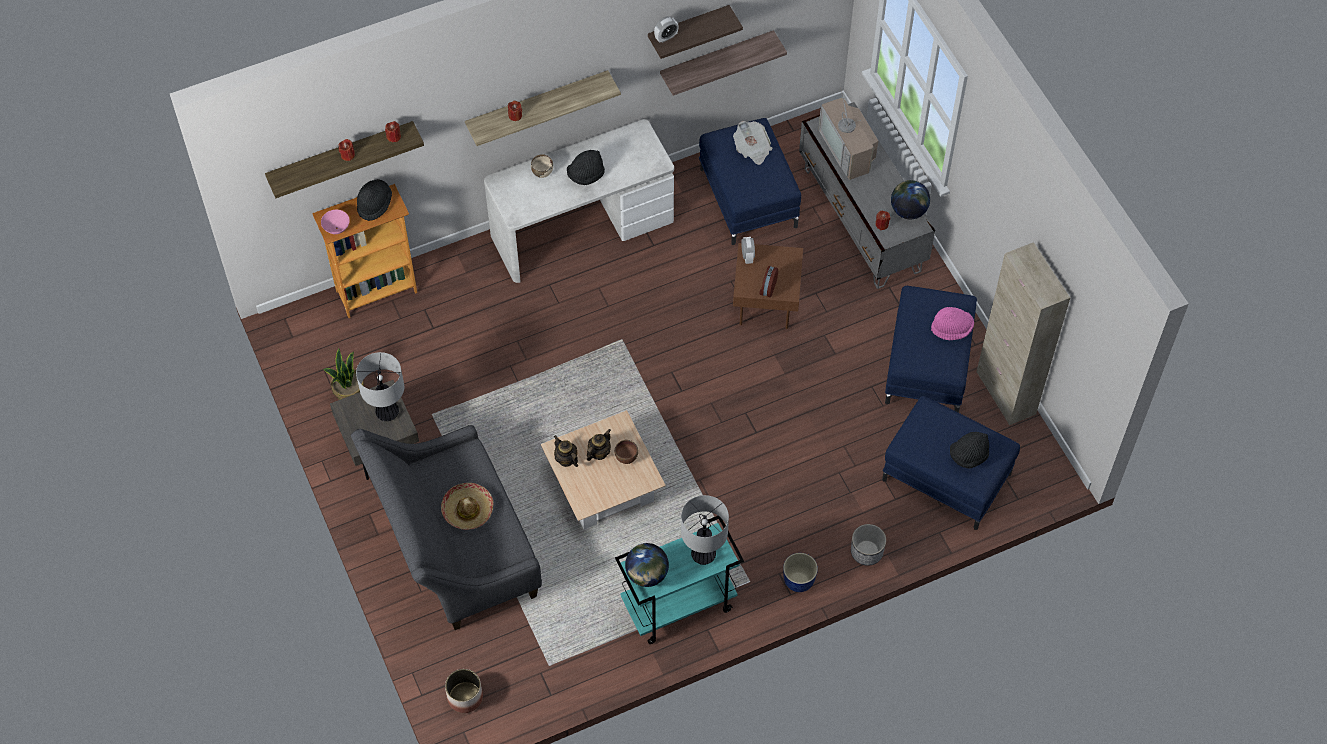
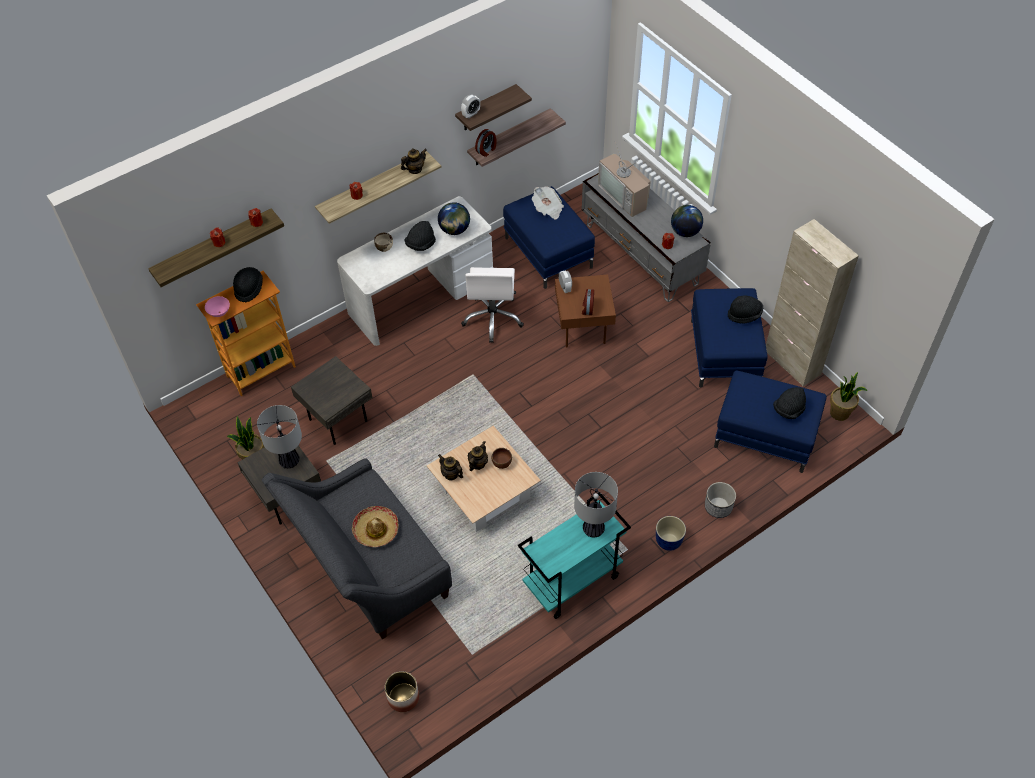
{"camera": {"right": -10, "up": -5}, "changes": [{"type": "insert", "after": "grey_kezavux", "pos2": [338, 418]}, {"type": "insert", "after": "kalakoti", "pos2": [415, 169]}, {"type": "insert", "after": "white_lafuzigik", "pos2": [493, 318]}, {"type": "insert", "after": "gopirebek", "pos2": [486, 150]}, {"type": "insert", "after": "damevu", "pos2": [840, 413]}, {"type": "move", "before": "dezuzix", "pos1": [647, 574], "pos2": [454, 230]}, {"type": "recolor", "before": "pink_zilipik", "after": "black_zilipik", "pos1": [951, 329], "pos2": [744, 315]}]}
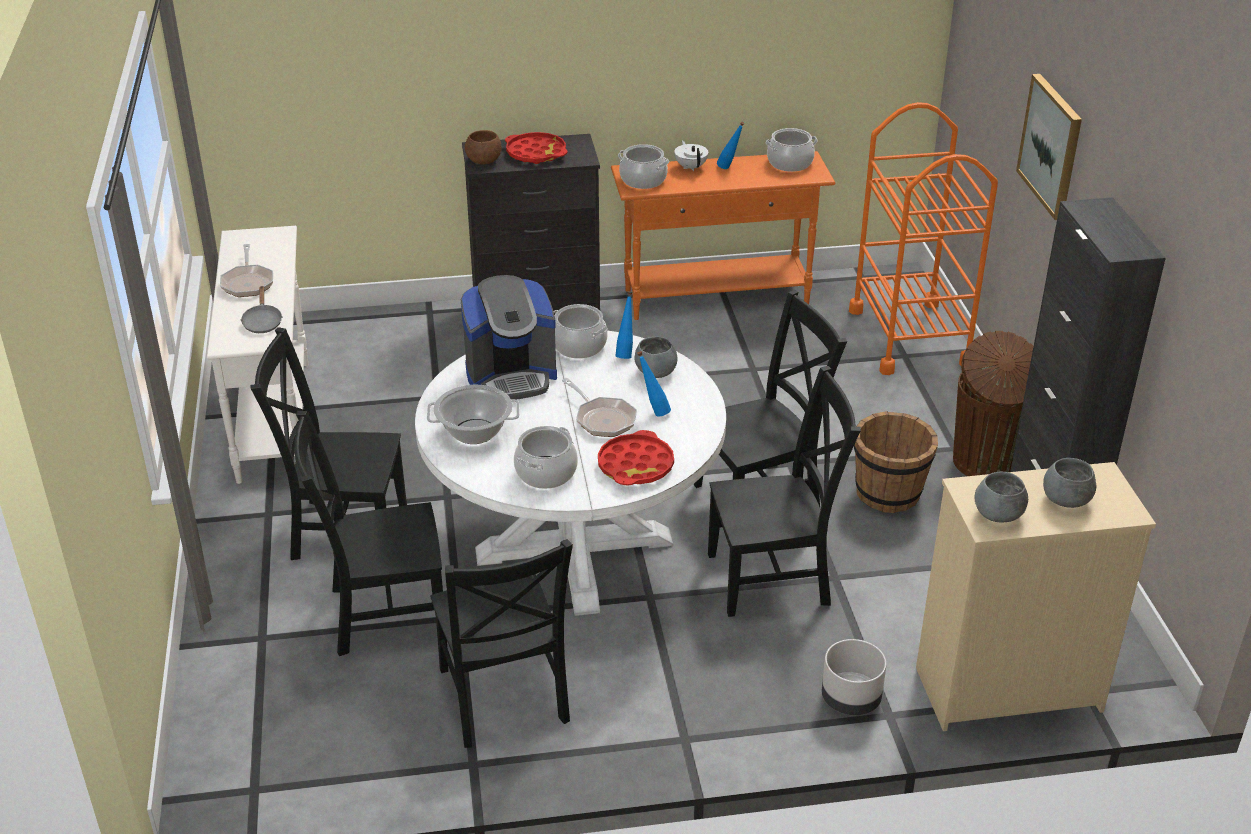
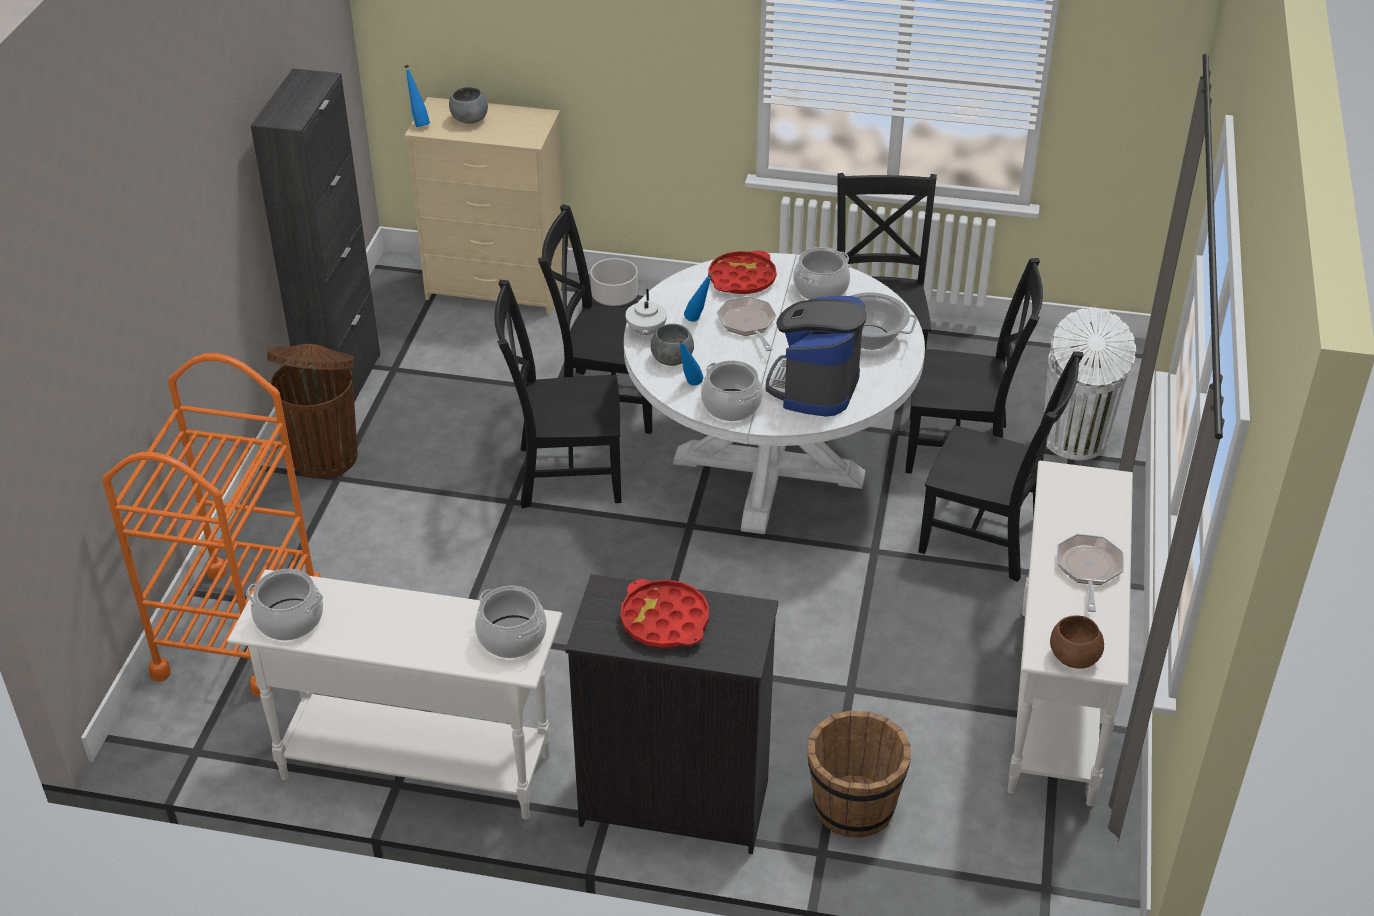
{"camera": {"right": -160, "up": 5}, "changes": [{"type": "delete", "before": "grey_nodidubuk", "pos1": [262, 322]}, {"type": "delete", "before": "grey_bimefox", "pos1": [999, 515]}, {"type": "delete", "before": "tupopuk", "pos1": [1051, 146]}, {"type": "insert", "after": "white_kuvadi", "pos2": [1075, 440]}, {"type": "move", "before": "brown_bimefox", "pos1": [483, 161], "pos2": [1074, 657]}, {"type": "move", "before": "white_kalakoti", "pos1": [691, 167], "pos2": [646, 332]}, {"type": "move", "before": "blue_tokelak", "pos1": [729, 168], "pos2": [418, 123]}, {"type": "move", "before": "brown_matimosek", "pos1": [888, 493], "pos2": [853, 806]}, {"type": "recolor", "before": "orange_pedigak", "after": "white_pedigak", "pos1": [717, 298], "pos2": [415, 766]}, {"type": "rotate", "before": "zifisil", "pos1": [511, 376], "pos2": [814, 386], "turn": -75}]}
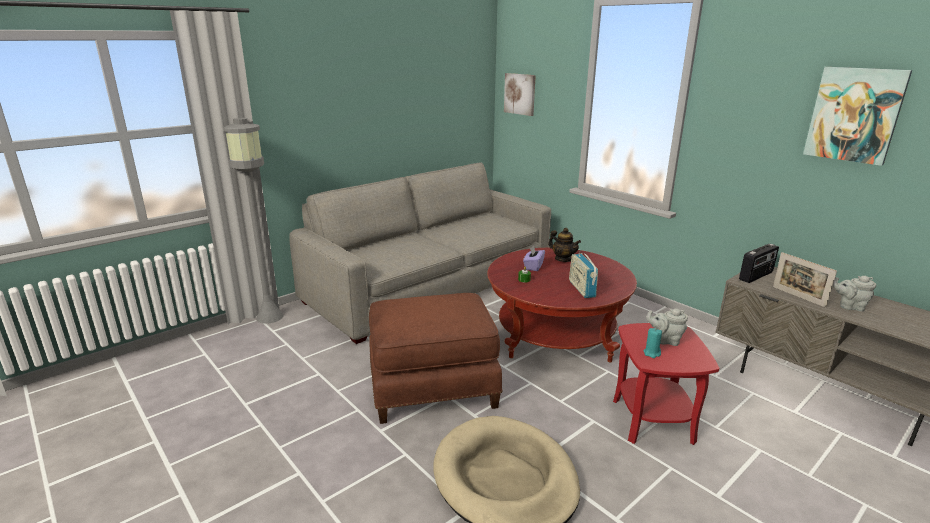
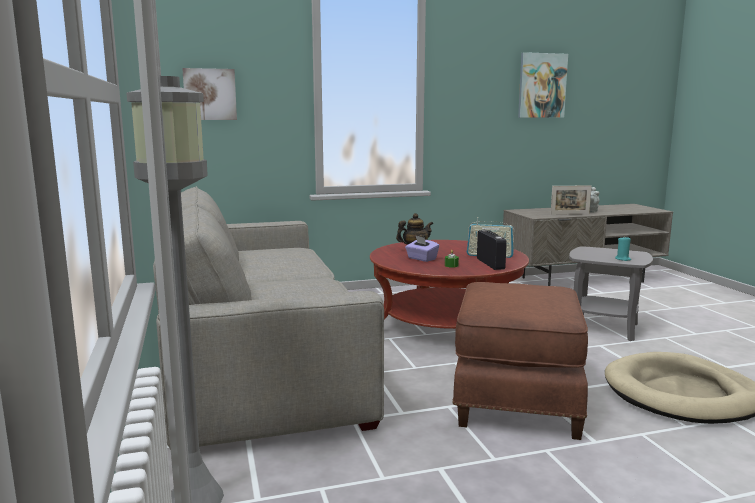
{"camera": {"right": -65, "up": -10}, "changes": [{"type": "delete", "before": "grey_kalakoti", "pos1": [665, 340]}, {"type": "move", "before": "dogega", "pos1": [756, 276], "pos2": [491, 264]}, {"type": "recolor", "before": "red_kezavux", "after": "grey_kezavux", "pos1": [653, 420], "pos2": [604, 327]}]}
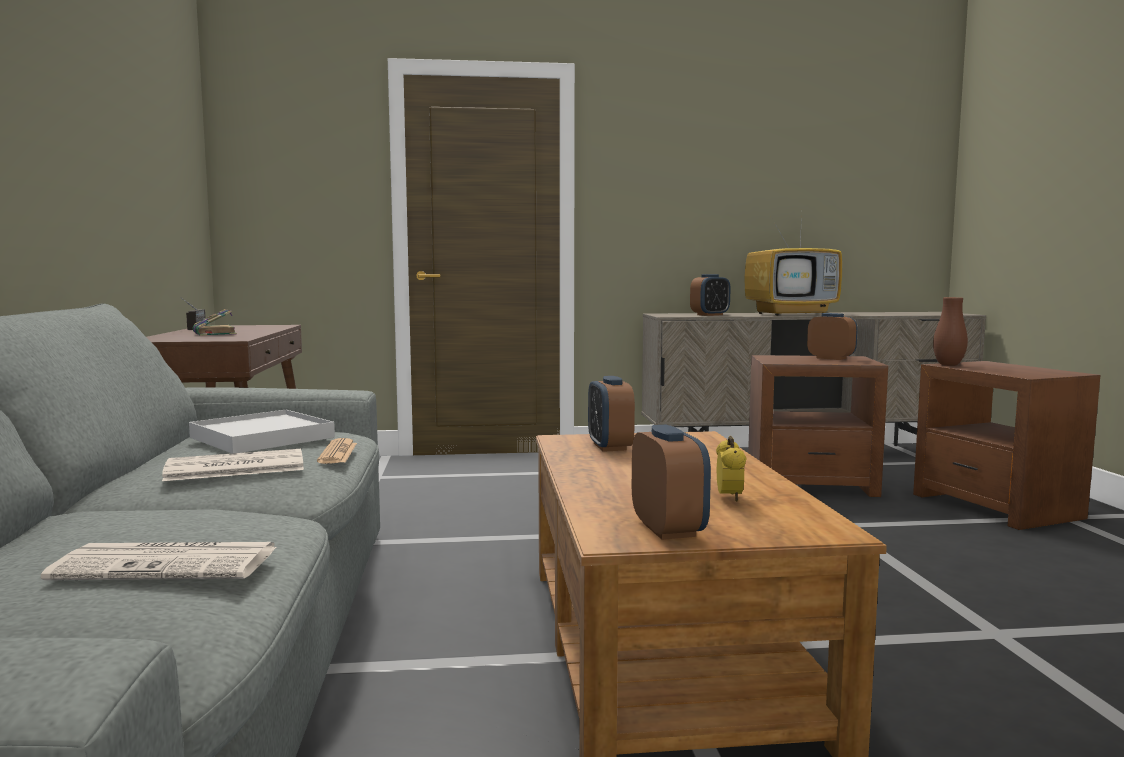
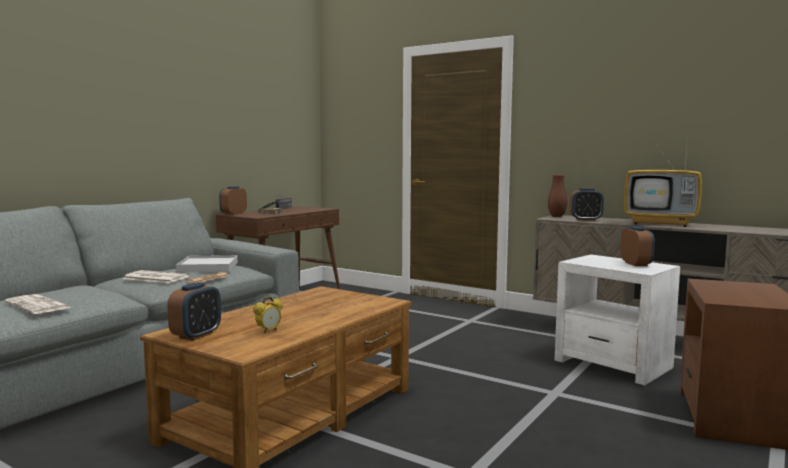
{"camera": {"right": 40, "up": 0}, "changes": [{"type": "move", "before": "gopirebek", "pos1": [609, 446], "pos2": [233, 214]}, {"type": "move", "before": "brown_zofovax", "pos1": [948, 365], "pos2": [556, 216]}, {"type": "recolor", "before": "brown_kezavux", "after": "white_kezavux", "pos1": [811, 484], "pos2": [613, 364]}]}
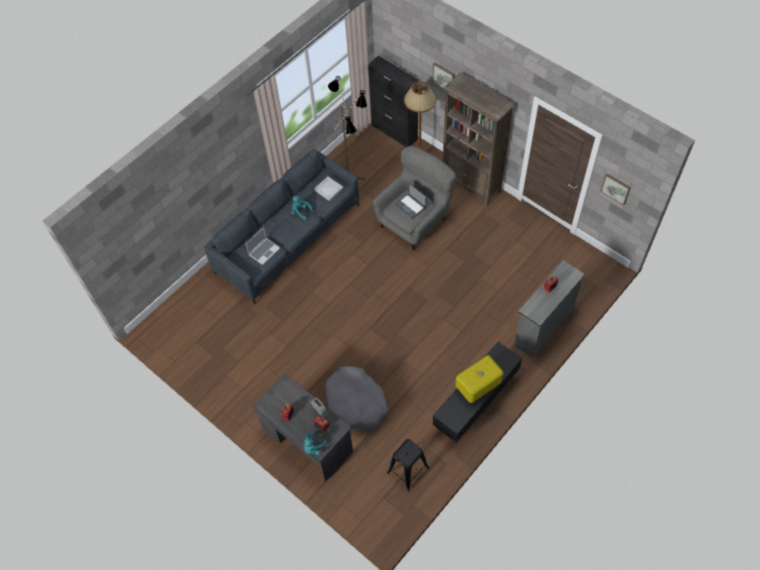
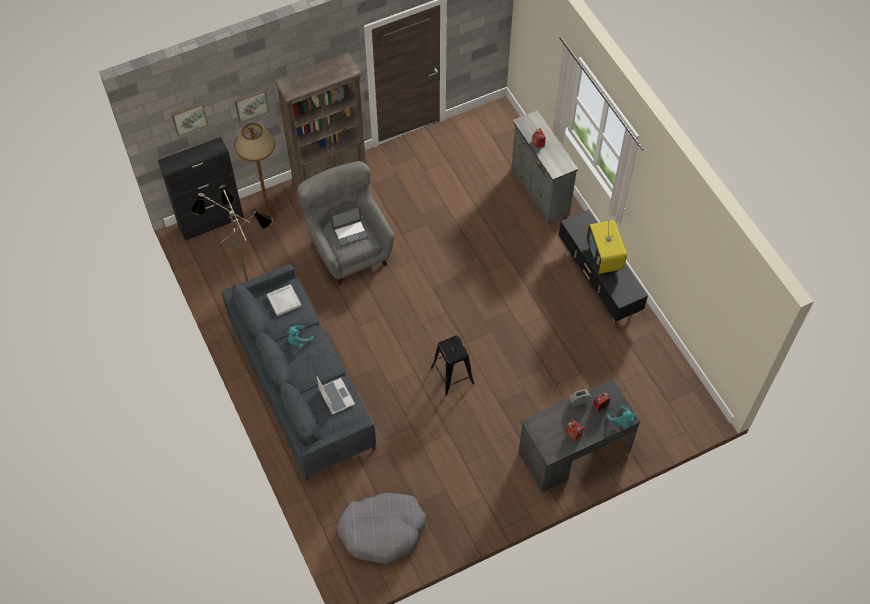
{"camera": {"right": -70, "up": 0}, "changes": [{"type": "move", "before": "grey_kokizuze", "pos1": [356, 403], "pos2": [382, 530]}, {"type": "move", "before": "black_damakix", "pos1": [408, 470], "pos2": [452, 375]}, {"type": "move", "before": "tupopuk", "pos1": [616, 188], "pos2": [189, 118]}]}
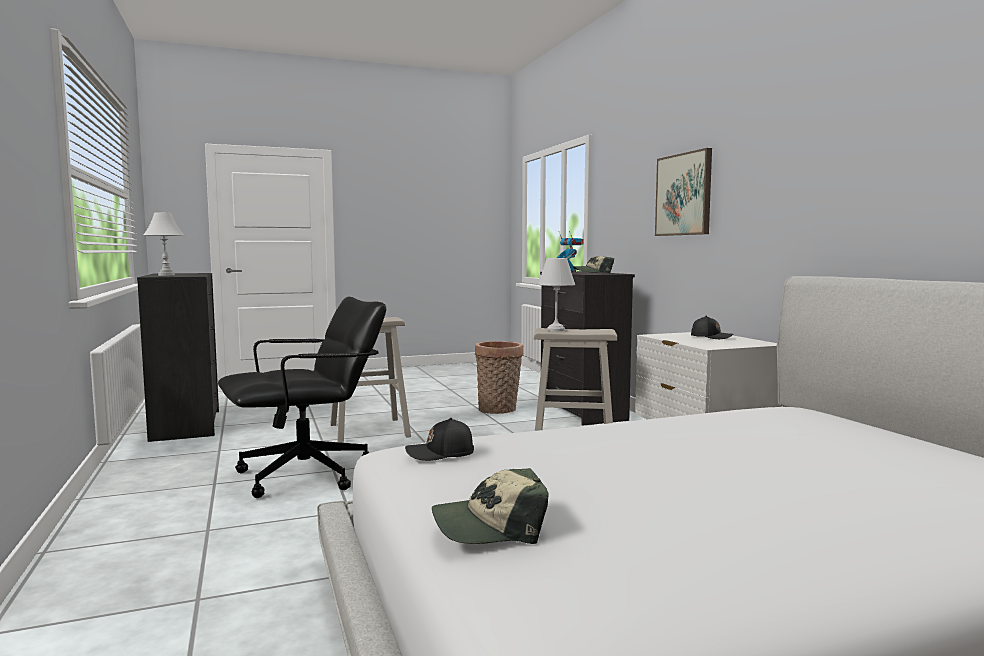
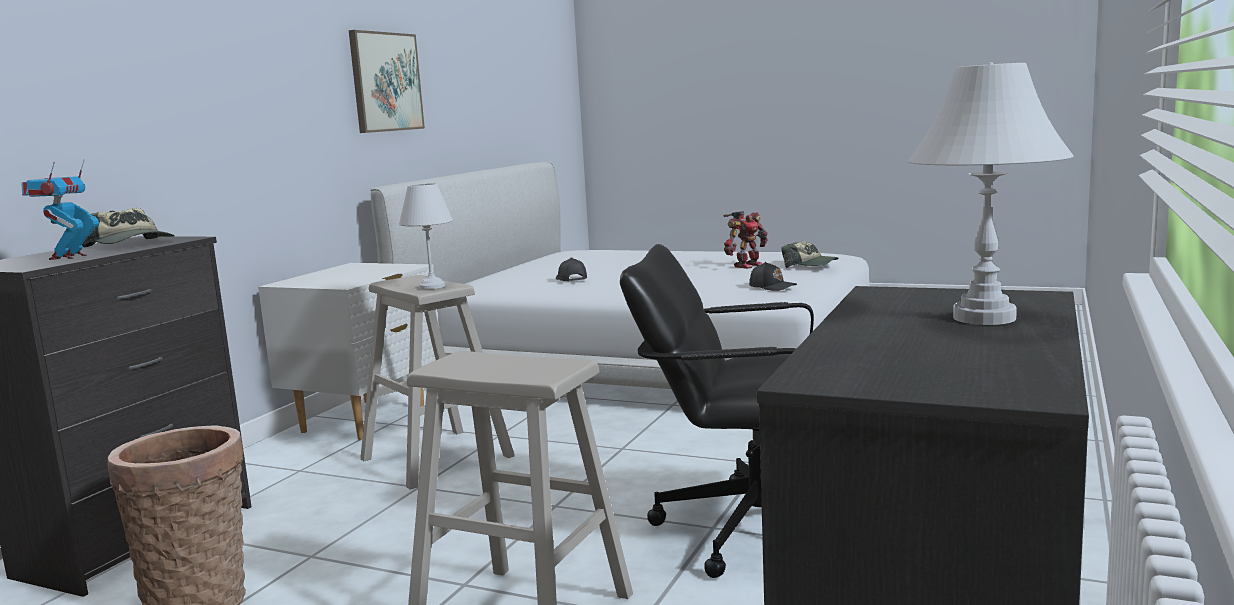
{"camera": {"right": -135, "up": 5}, "changes": [{"type": "insert", "after": "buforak", "pos2": [746, 265]}, {"type": "move", "before": "tupopuk", "pos1": [684, 194], "pos2": [385, 82]}, {"type": "move", "before": "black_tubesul", "pos1": [711, 337], "pos2": [570, 279]}]}
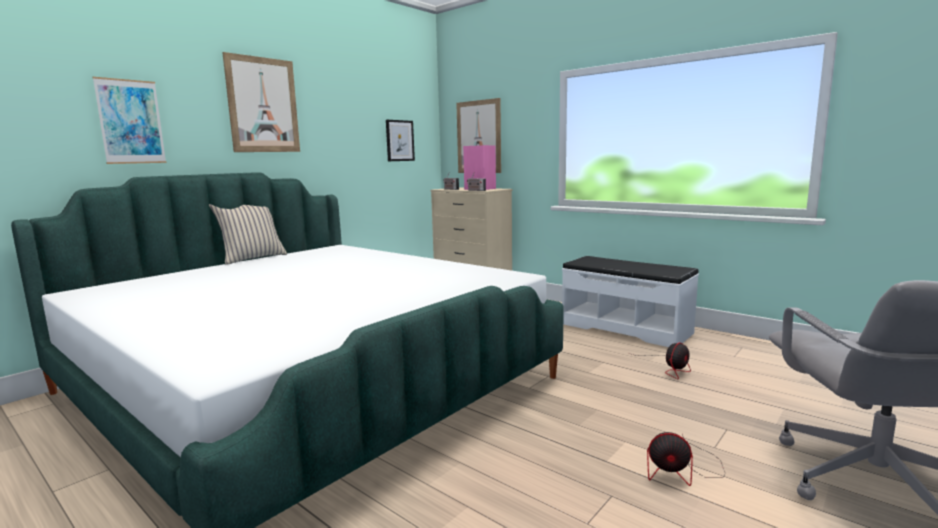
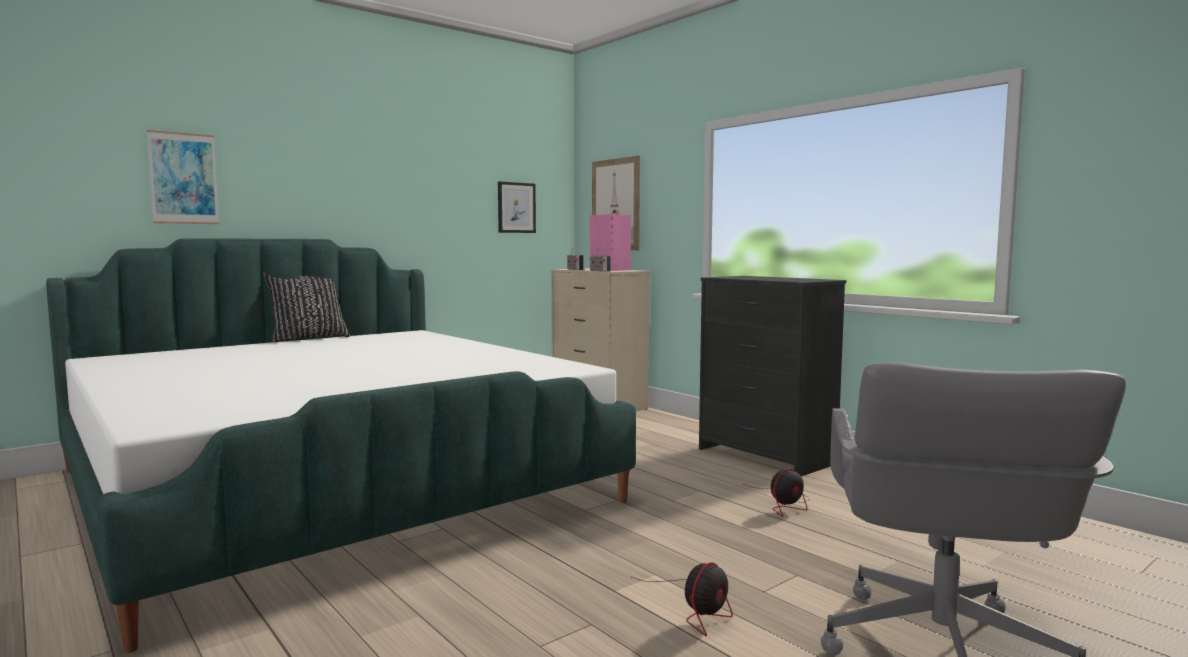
{"camera": {"right": 10, "up": -5}, "changes": [{"type": "delete", "before": "tupopuk", "pos1": [263, 105]}, {"type": "replace", "before": "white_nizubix", "after": "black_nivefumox", "pos1": [626, 328], "pos2": [765, 456]}, {"type": "recolor", "before": "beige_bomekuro", "after": "black_bomekuro", "pos1": [252, 258], "pos2": [308, 338]}, {"type": "rotate", "before": "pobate", "pos1": [681, 470], "pos2": [699, 609], "turn": -75}]}
